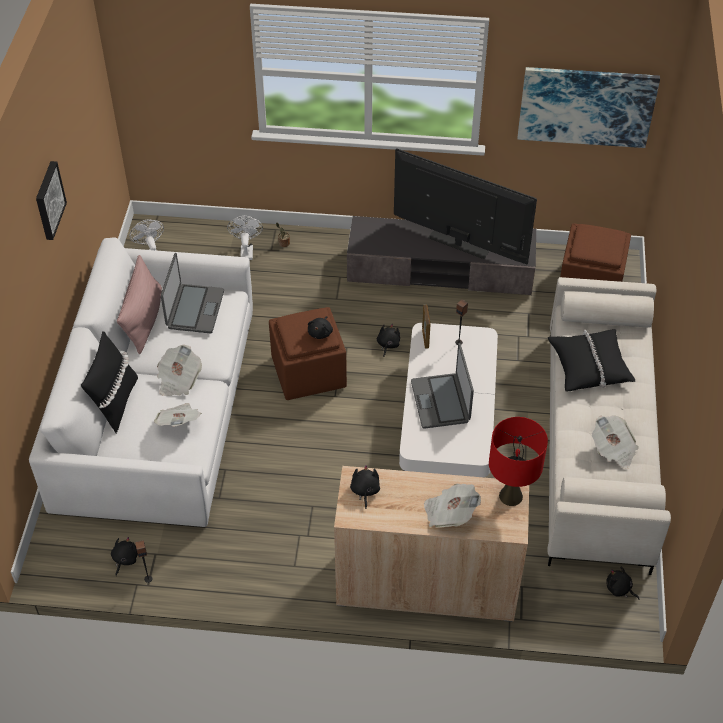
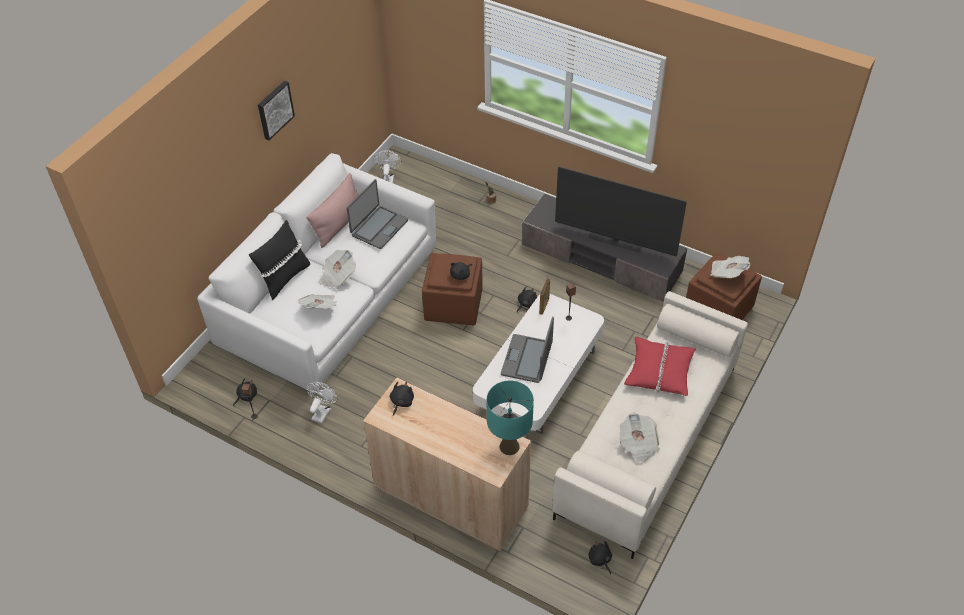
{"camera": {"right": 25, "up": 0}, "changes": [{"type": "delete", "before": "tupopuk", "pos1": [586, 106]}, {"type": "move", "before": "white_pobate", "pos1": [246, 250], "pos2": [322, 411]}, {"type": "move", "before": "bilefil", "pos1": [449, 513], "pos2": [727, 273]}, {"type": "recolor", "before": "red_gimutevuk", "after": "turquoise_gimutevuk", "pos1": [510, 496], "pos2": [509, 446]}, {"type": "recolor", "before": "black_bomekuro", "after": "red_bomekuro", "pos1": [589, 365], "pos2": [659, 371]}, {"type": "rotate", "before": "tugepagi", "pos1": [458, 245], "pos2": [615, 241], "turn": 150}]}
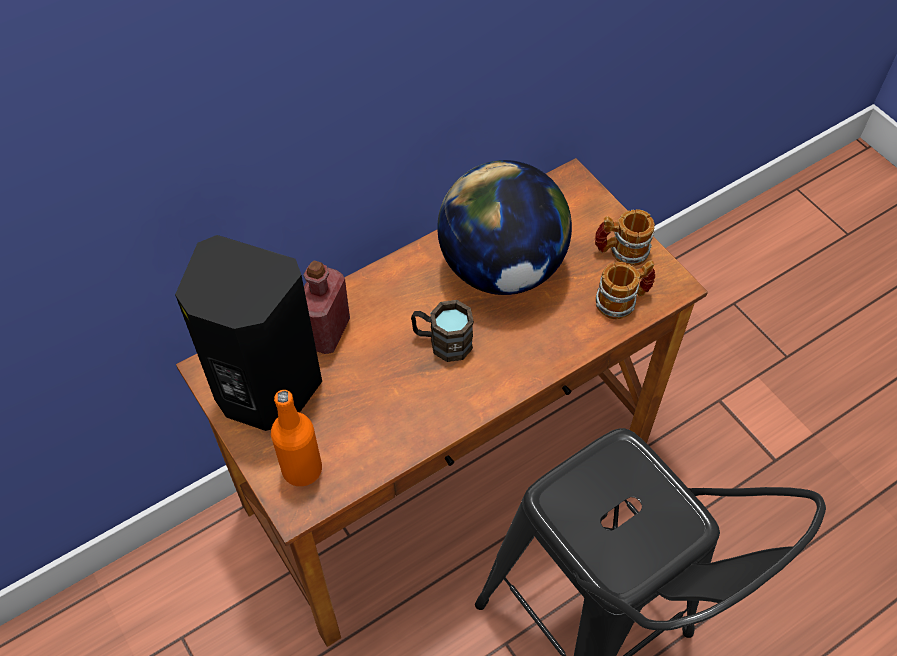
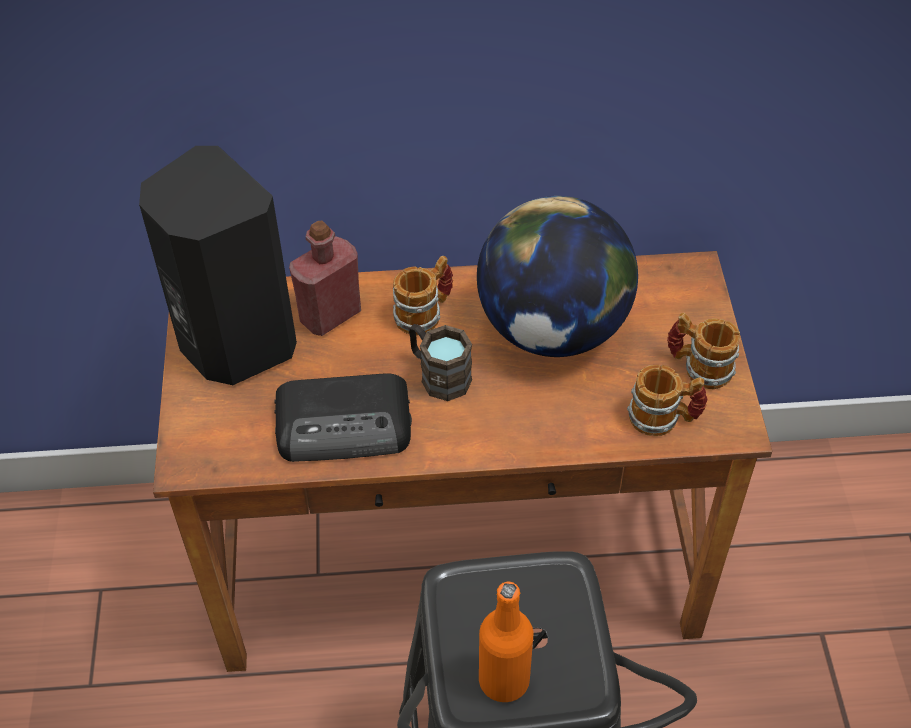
{"camera": {"right": 30, "up": -5}, "changes": [{"type": "insert", "after": "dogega", "pos2": [346, 425]}, {"type": "insert", "after": "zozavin", "pos2": [425, 313]}, {"type": "move", "before": "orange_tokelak", "pos1": [302, 469], "pos2": [504, 680]}]}
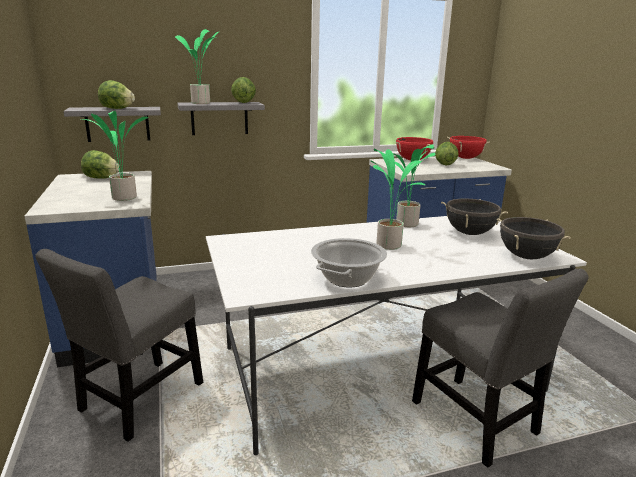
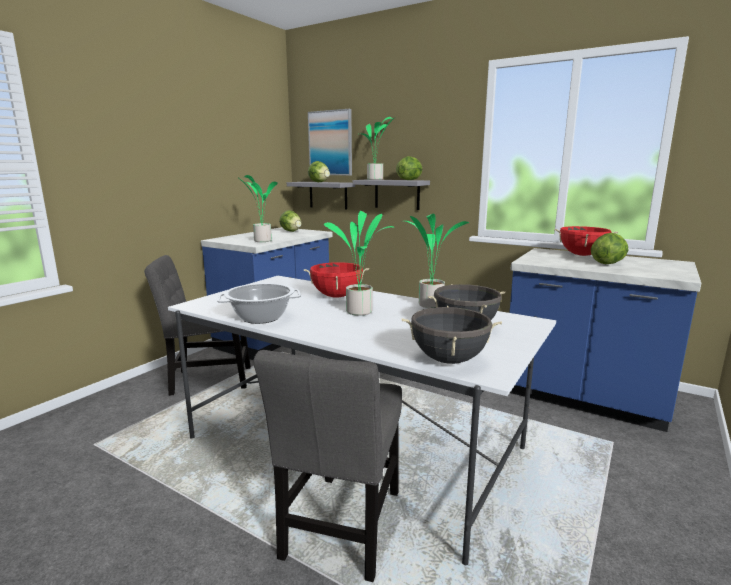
{"camera": {"right": 50, "up": -5}, "changes": [{"type": "insert", "after": "tupopuk", "pos2": [330, 143]}, {"type": "move", "before": "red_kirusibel", "pos1": [465, 158], "pos2": [336, 296]}]}
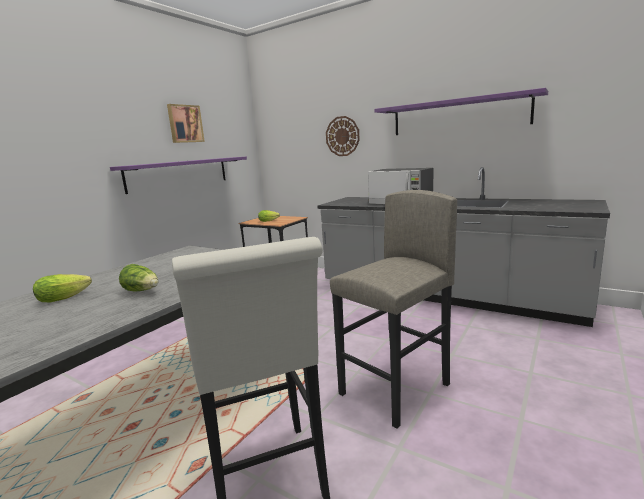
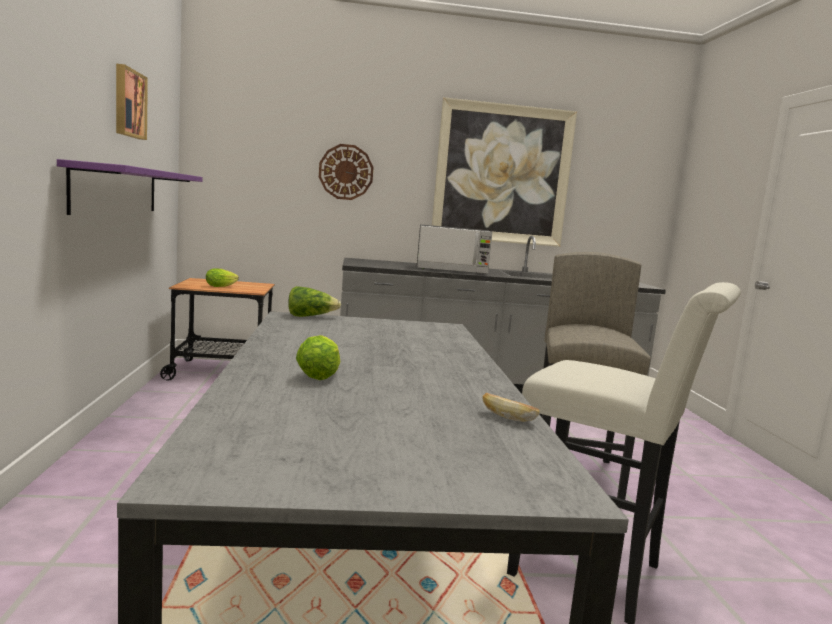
{"camera": {"right": -40, "up": -5}, "changes": [{"type": "insert", "after": "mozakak", "pos2": [508, 418]}, {"type": "move", "before": "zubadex", "pos1": [143, 291], "pos2": [310, 316]}, {"type": "replace", "before": "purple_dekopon", "after": "tupopuk", "pos1": [458, 115], "pos2": [502, 174]}]}
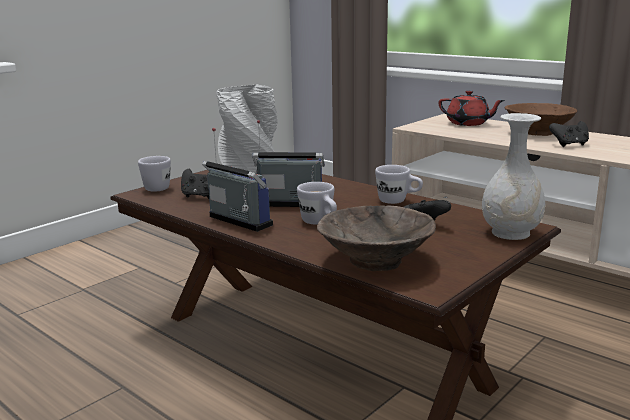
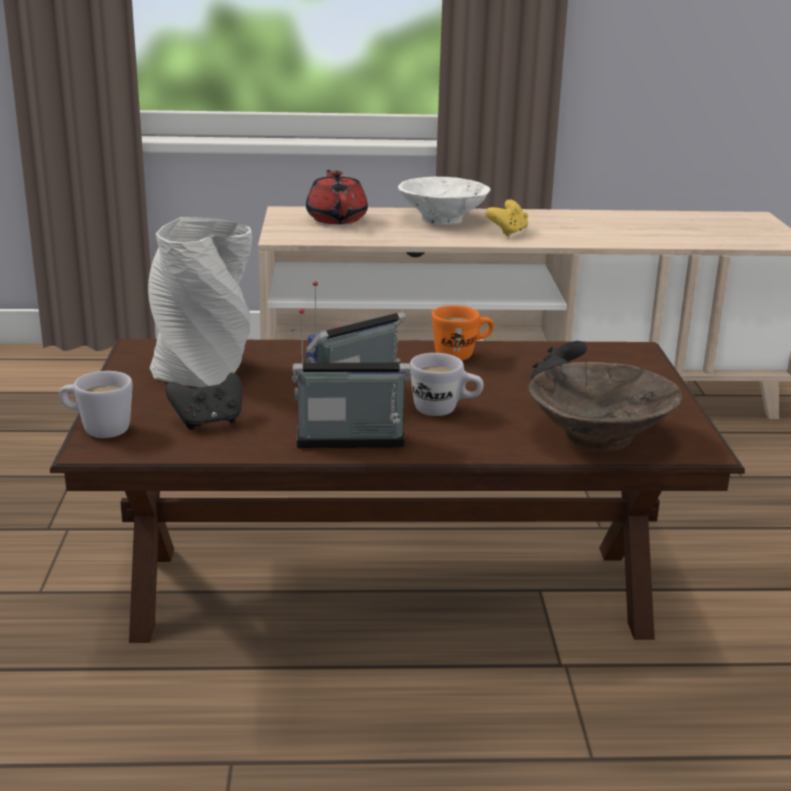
{"camera": {"right": -45, "up": 5}, "changes": [{"type": "delete", "before": "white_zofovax", "pos1": [511, 233]}, {"type": "recolor", "before": "white_zozavin", "after": "orange_zozavin", "pos1": [398, 201], "pos2": [462, 355]}, {"type": "recolor", "before": "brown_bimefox", "after": "white_bimefox", "pos1": [538, 133], "pos2": [442, 220]}, {"type": "recolor", "before": "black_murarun", "after": "yellow_murarun", "pos1": [569, 145], "pos2": [508, 232]}, {"type": "rotate", "before": "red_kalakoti", "pos1": [468, 123], "pos2": [336, 218], "turn": -90}]}
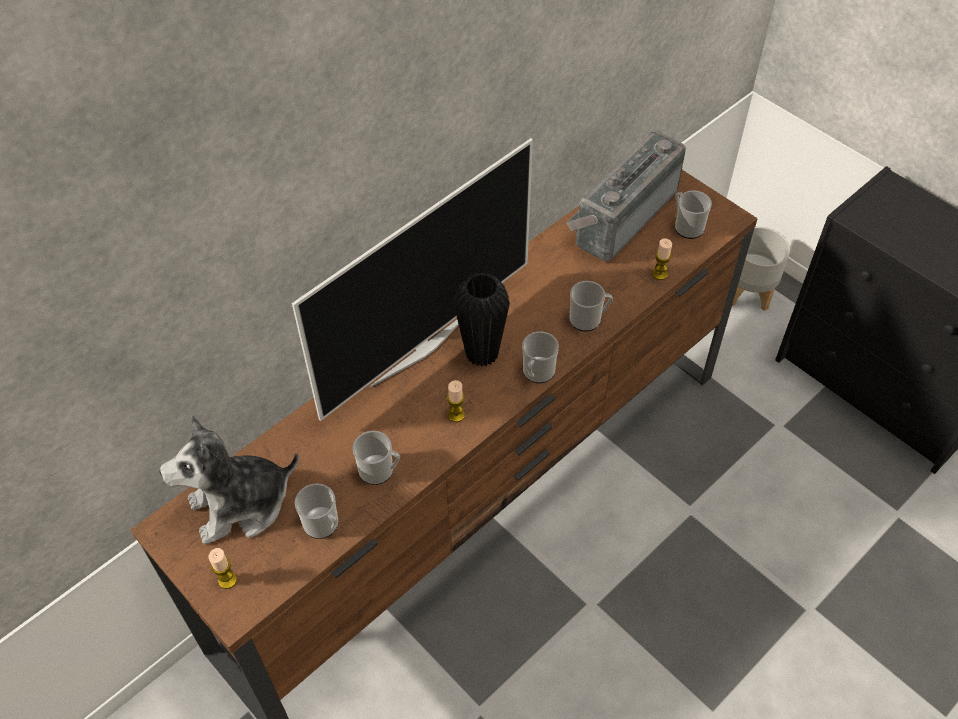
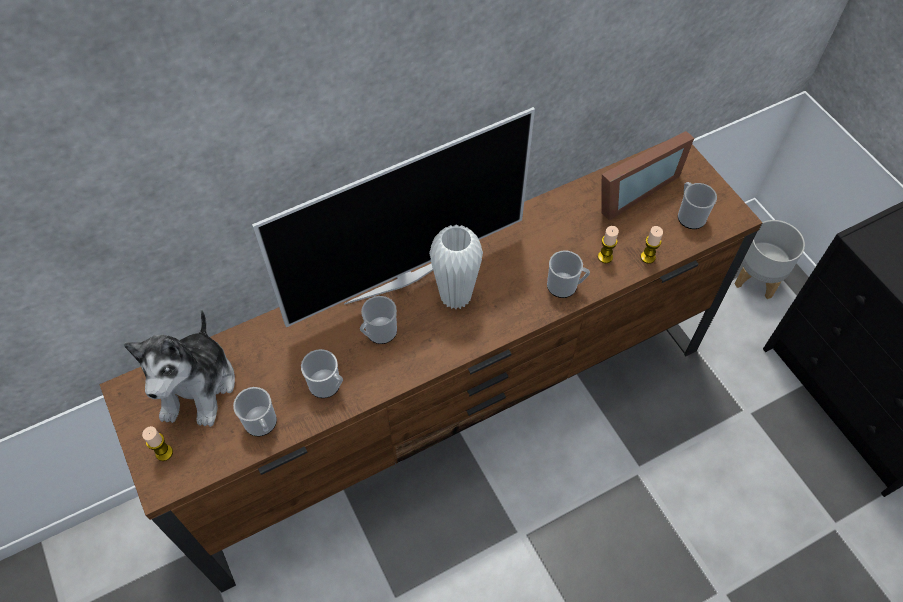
{"camera": {"right": 15, "up": 5}, "changes": [{"type": "move", "before": "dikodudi", "pos1": [456, 415], "pos2": [605, 257]}, {"type": "move", "before": "zozavin", "pos1": [537, 373], "pos2": [378, 333]}, {"type": "replace", "before": "dogega", "after": "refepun", "pos1": [621, 215], "pos2": [630, 190]}, {"type": "recolor", "before": "black_zofovax", "after": "white_zofovax", "pos1": [482, 354], "pos2": [455, 296]}, {"type": "rotate", "before": "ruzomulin", "pos1": [241, 505], "pos2": [198, 386], "turn": -75}]}
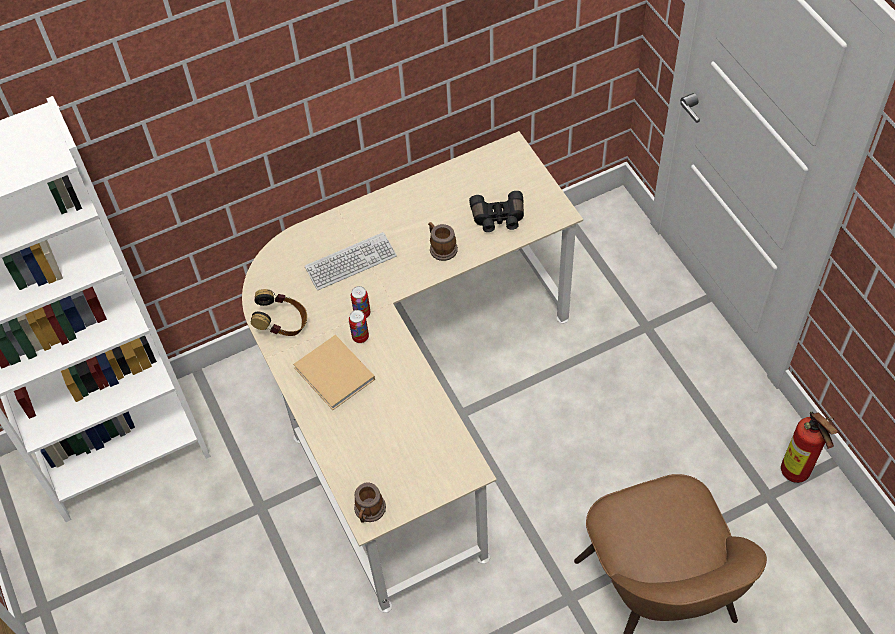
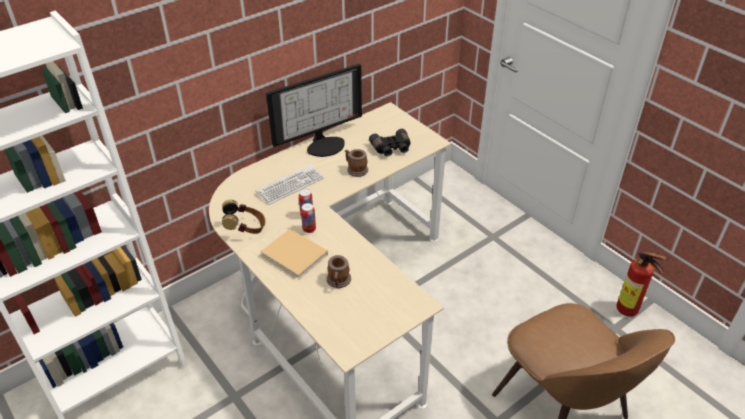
{"camera": {"right": -15, "up": -15}, "changes": [{"type": "insert", "after": "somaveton", "pos2": [324, 144]}, {"type": "move", "before": "zozavin", "pos1": [369, 511], "pos2": [338, 281]}]}
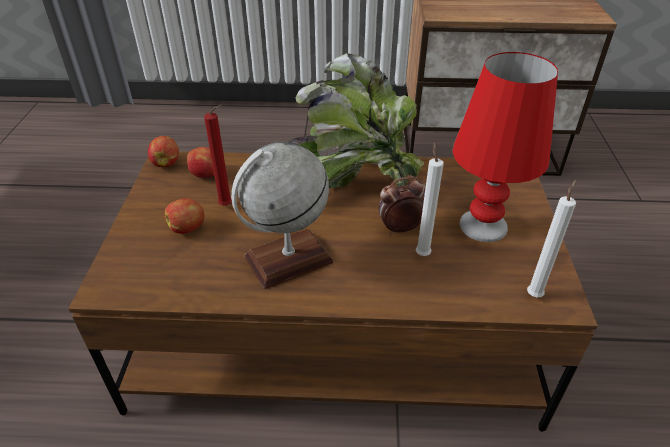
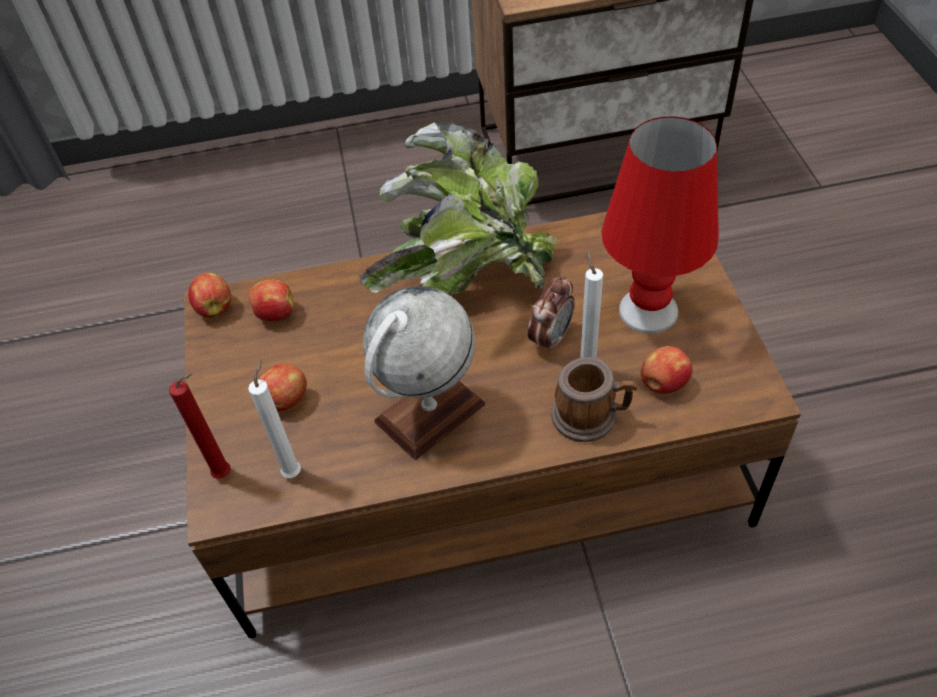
{"camera": {"right": -10, "up": 10}, "changes": [{"type": "insert", "after": "zozavin", "pos2": [591, 416]}, {"type": "insert", "after": "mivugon", "pos2": [663, 384]}, {"type": "move", "before": "red_dikodudi", "pos1": [228, 206], "pos2": [226, 474]}, {"type": "move", "before": "white_dikodudi", "pos1": [535, 294], "pos2": [294, 471]}, {"type": "rotate", "before": "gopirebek", "pos1": [400, 229], "pos2": [551, 338], "turn": 150}]}
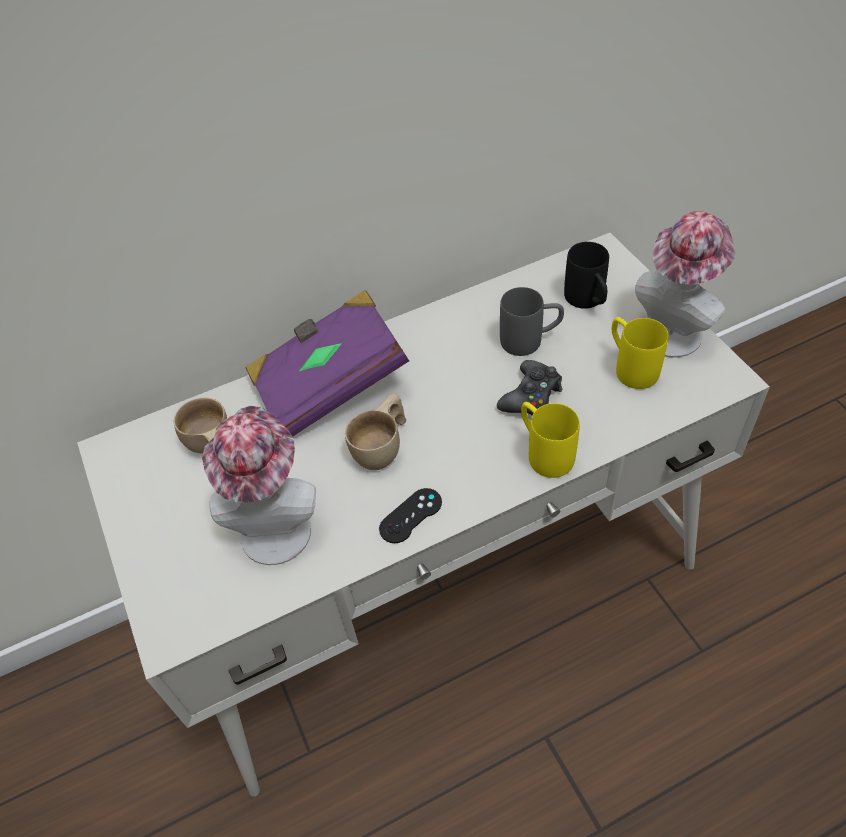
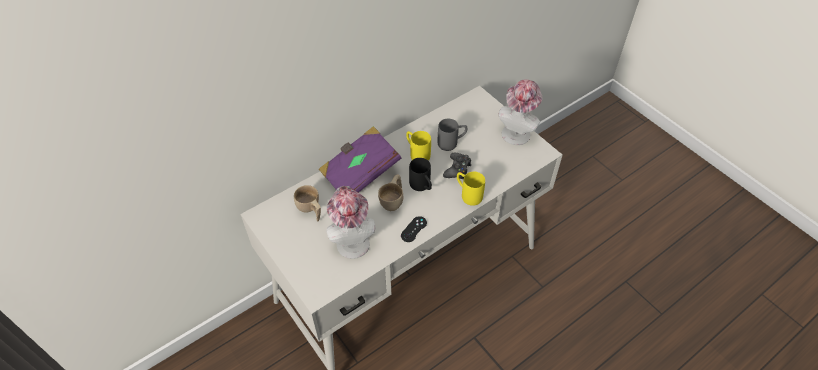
{"camera": {"right": -15, "up": 0}, "changes": [{"type": "move", "before": "black_zozavin", "pos1": [588, 301], "pos2": [422, 187]}, {"type": "move", "before": "yellow_zozavin", "pos1": [630, 367], "pos2": [417, 153]}]}
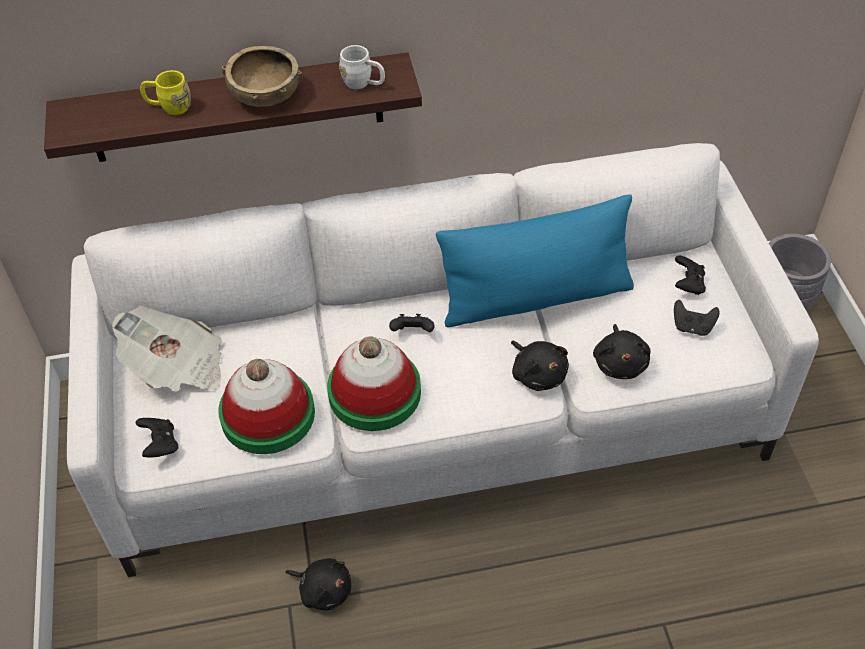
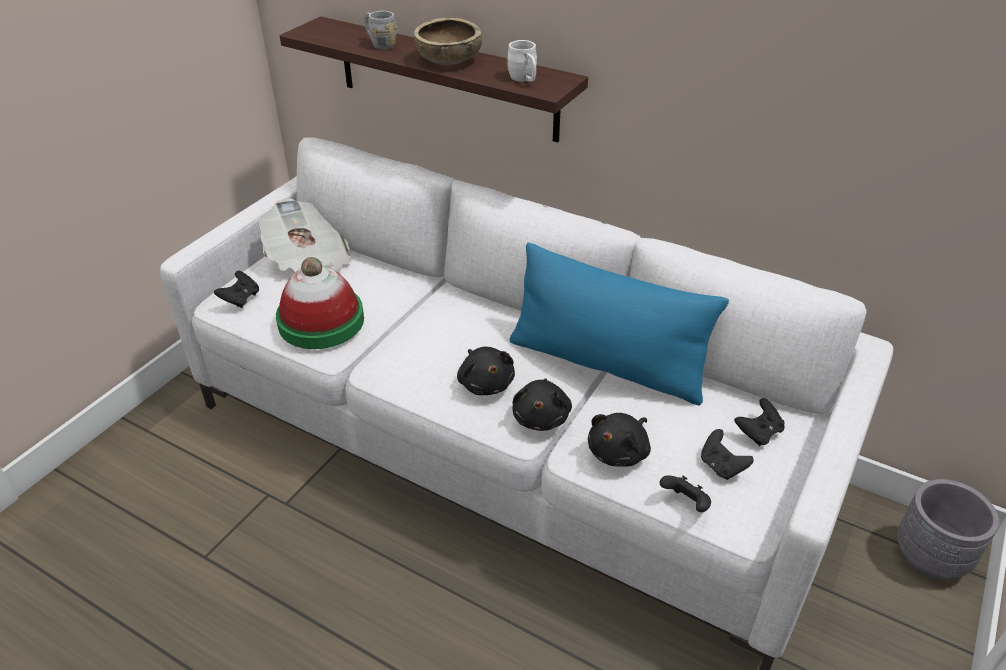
{"camera": {"right": 40, "up": -10}, "changes": [{"type": "delete", "before": "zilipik", "pos1": [374, 392]}, {"type": "move", "before": "black_ruzomulin", "pos1": [323, 590], "pos2": [485, 383]}, {"type": "move", "before": "black_murarun", "pos1": [412, 333], "pos2": [685, 503]}, {"type": "recolor", "before": "yellow_zozavin", "after": "grey_zozavin", "pos1": [169, 107], "pos2": [380, 43]}]}
